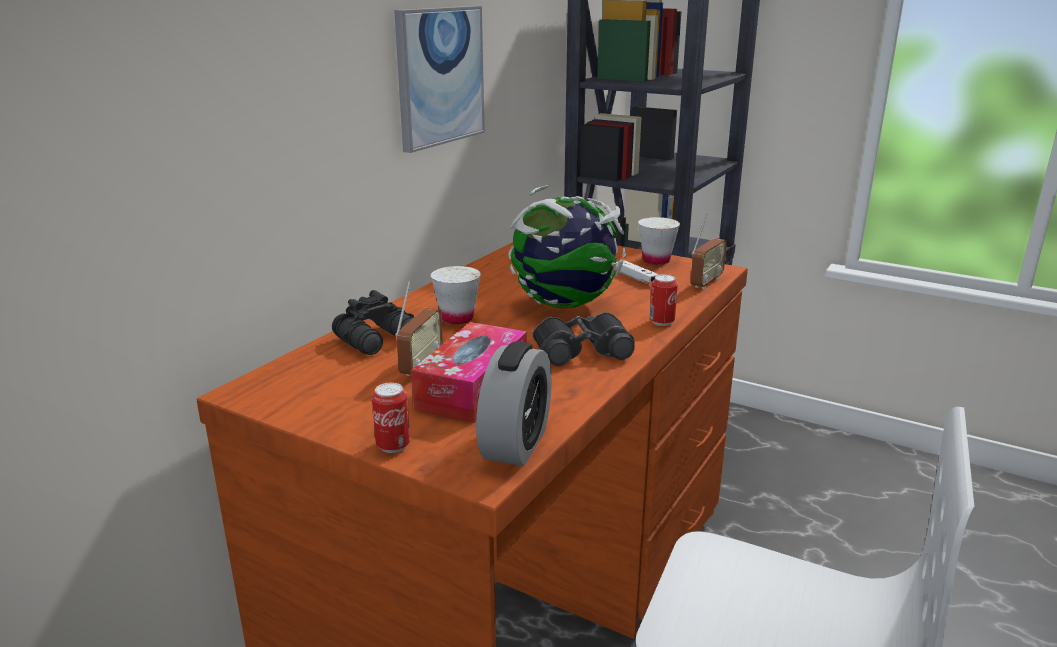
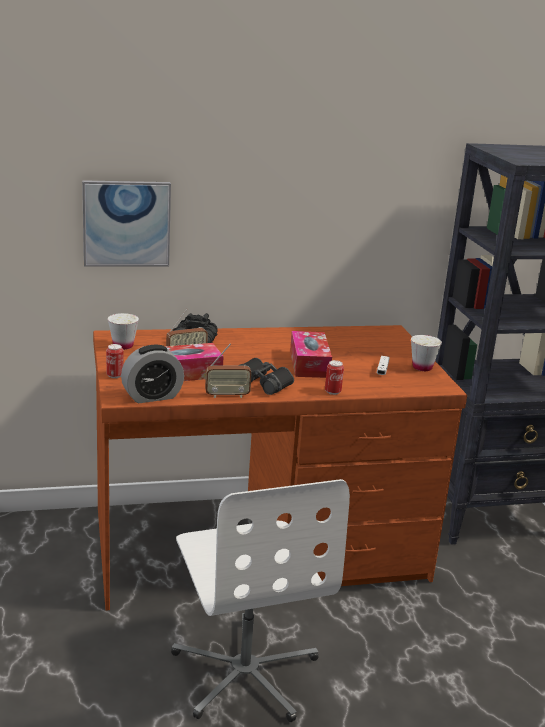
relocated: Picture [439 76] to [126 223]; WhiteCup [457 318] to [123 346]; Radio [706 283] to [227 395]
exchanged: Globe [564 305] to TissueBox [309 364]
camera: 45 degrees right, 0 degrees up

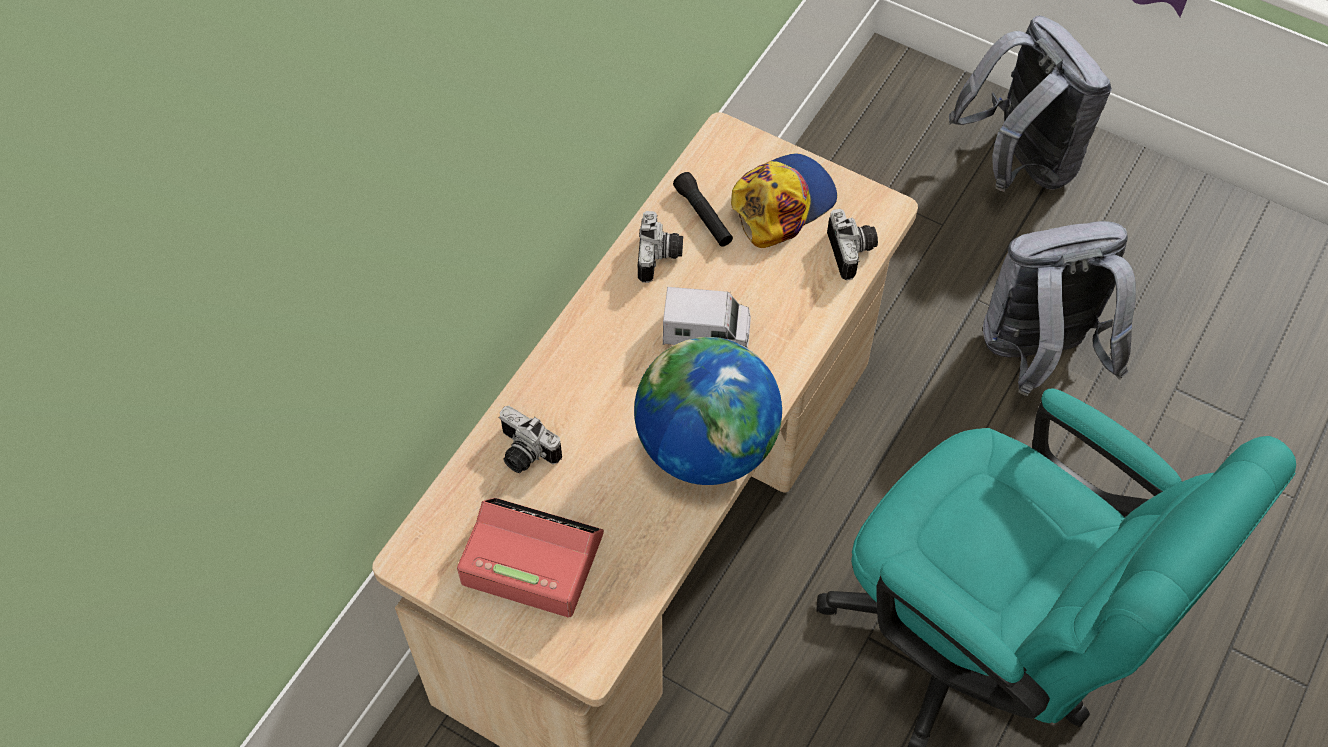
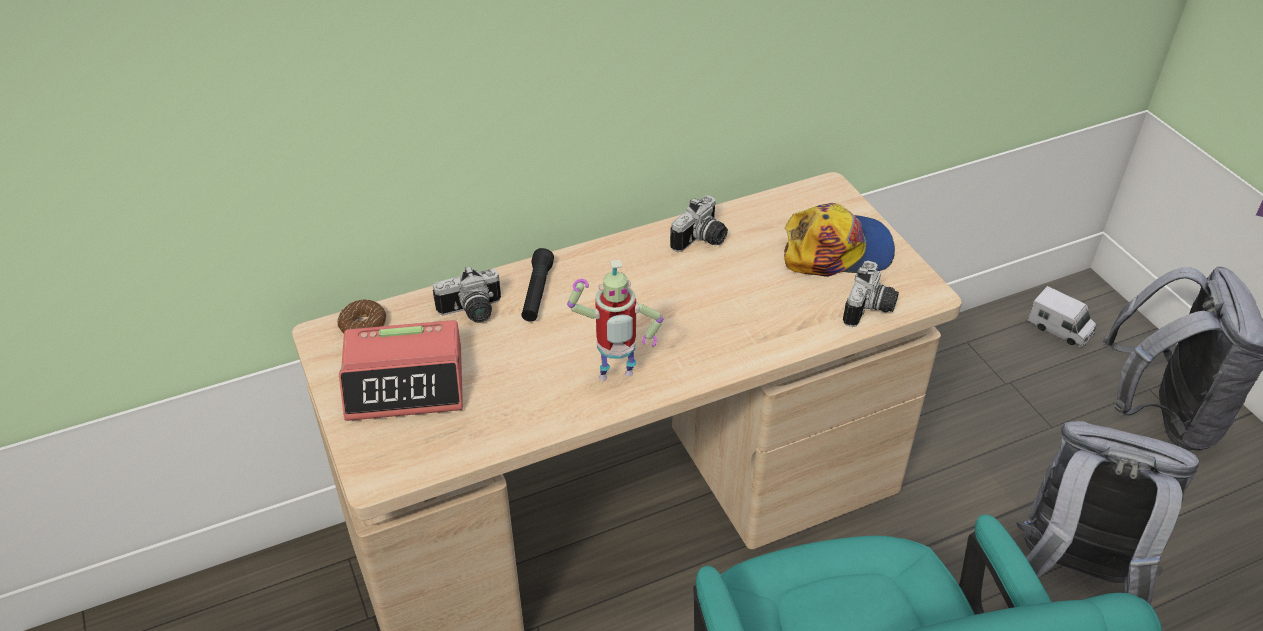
appeared: Donut [363 325]
relocated: ToyTruck [706 332] to [1059 329]; BlackFlashlight [703 216] to [537 293]
exchanged: Globe [705 446] to ToyRobot [616 379]
spun: AlarmClock [531 559] = [406 382] 120 degrees clockwise; PhotoCamera [523 453] = [472 312] 90 degrees counterclockwise
camera: 35 degrees right, 15 degrees down

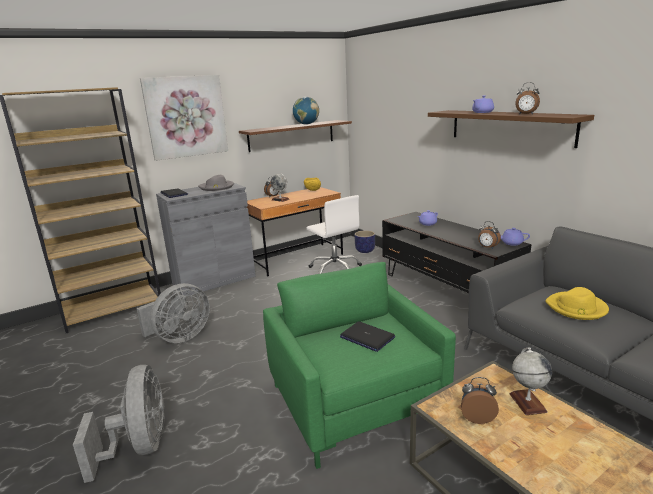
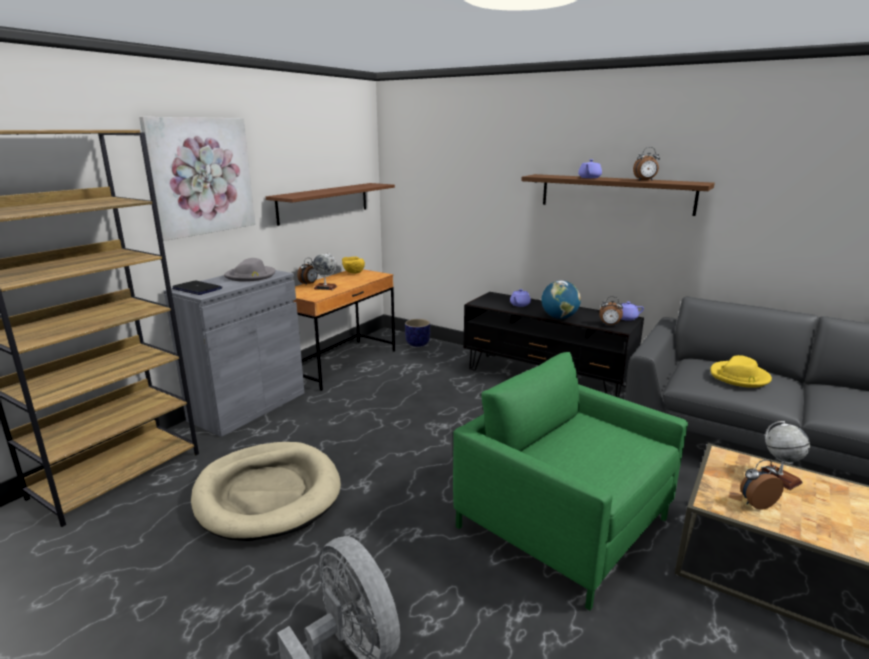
missing: WhiteOfficeChair [335 269]; Laptop [367 337]
relocated: Globe [306 124] to [559 317]
exchanged: GreyFan [179 337] to BeigeDogBed [267 494]
camera: 25 degrees left, 0 degrees up

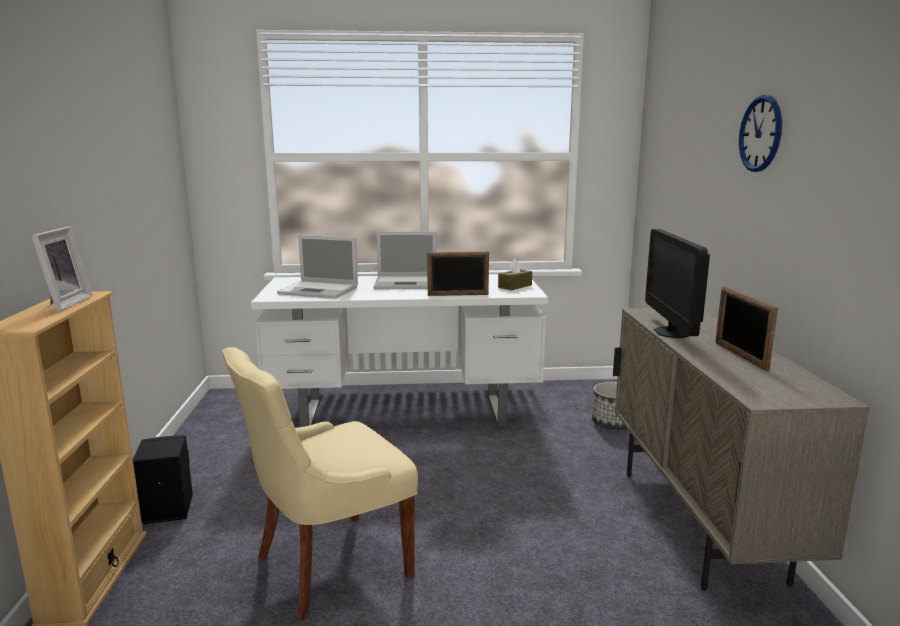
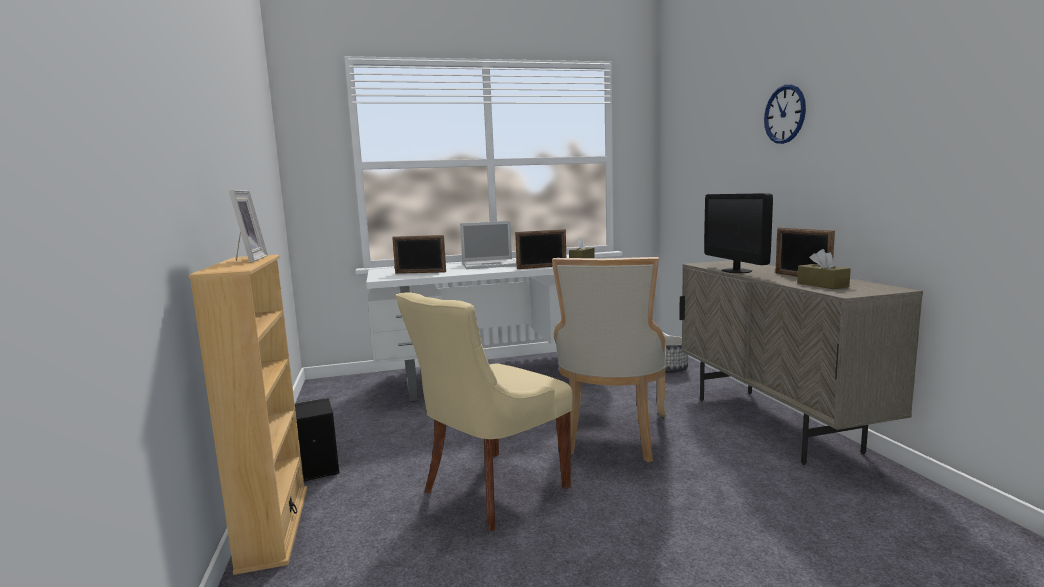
appeared: BeigeChair [612 436]; BrownTissueBox [822 285]
exchanged: Laptop [320 290] to PictureFrame [420 272]
camera: 10 degrees left, 5 degrees down

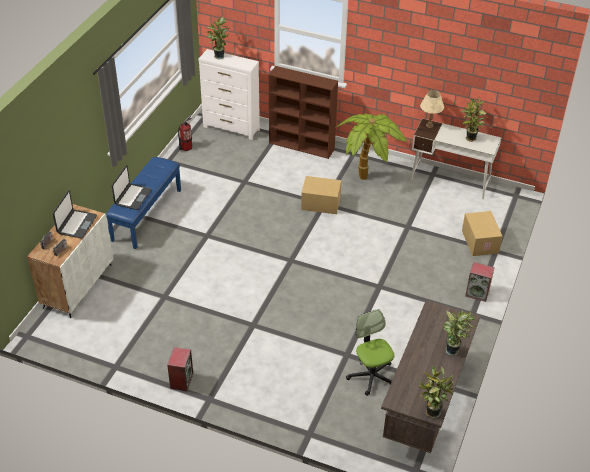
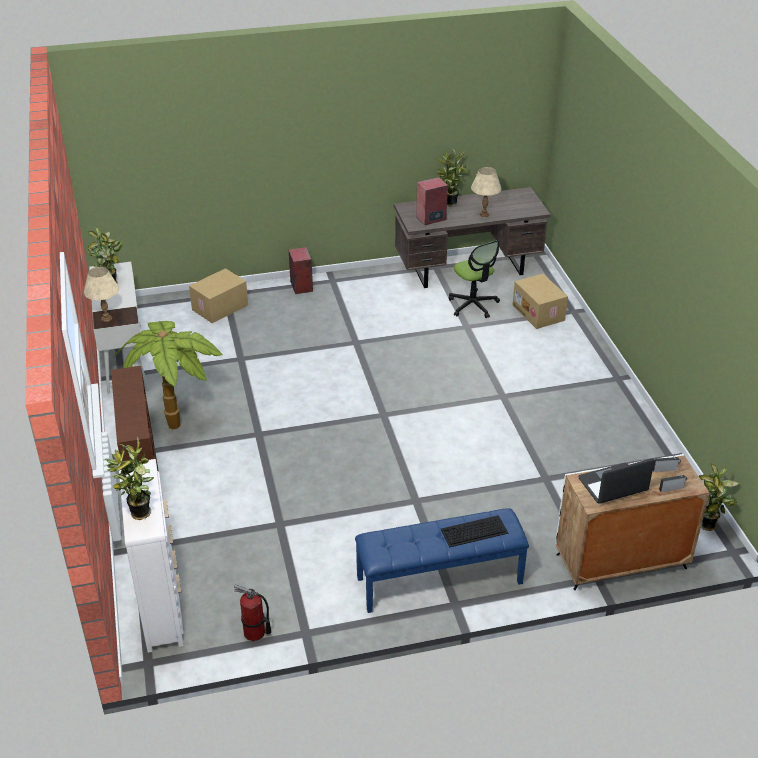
appeared: BeigeTableLamp [484 214]
relocated: Speaker [181 380] to [431 218]; CardboardBox [320 204] to [539 313]; PottedPlant [431 411] to [707 526]
exchanged: Laptop [132 197] to Keyboard [473 531]
spun: OfficeChair [371 376] = [473 305] 60 degrees counterclockwise
camera: 125 degrees left, 5 degrees down

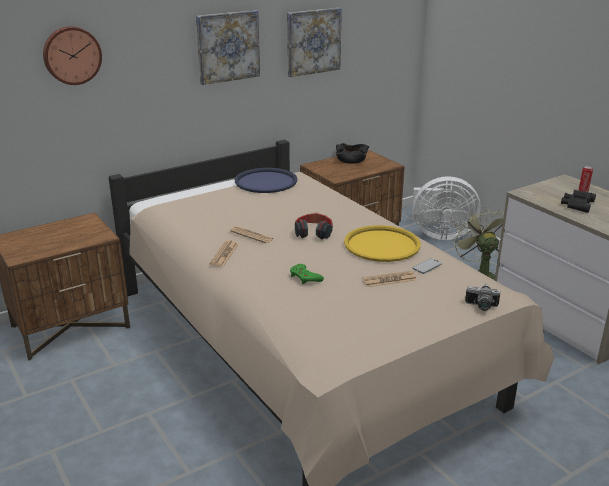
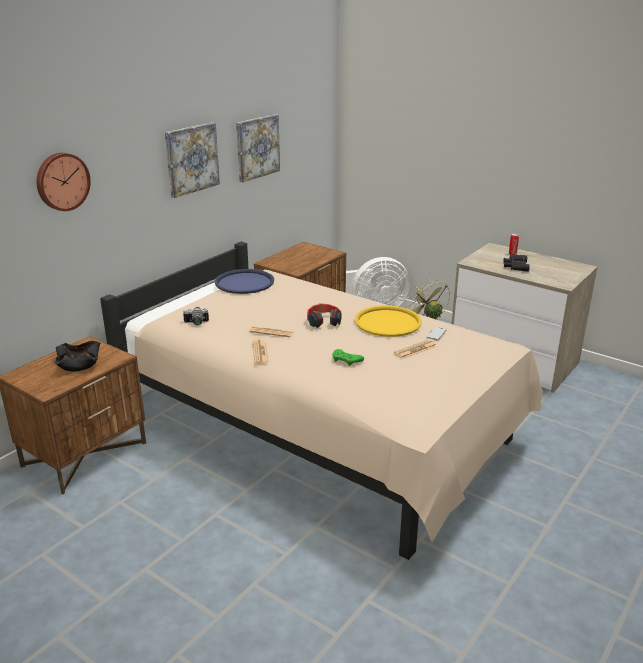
relocated: BlackBowl [351 159] to [78 364]; PhotoCamera [481 307] to [196 323]
camera: 20 degrees left, 0 degrees up

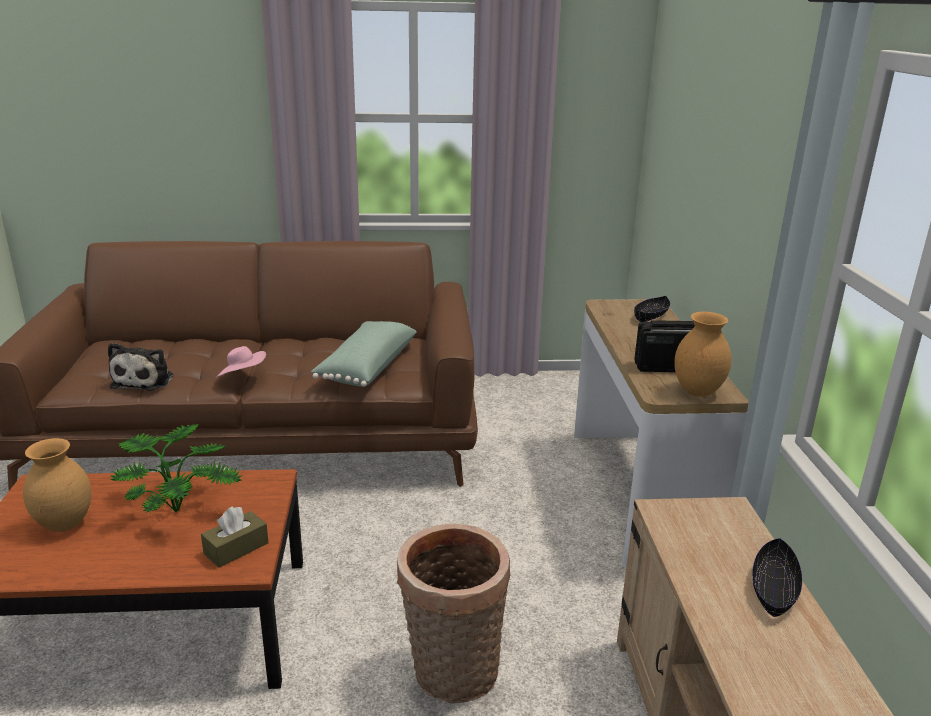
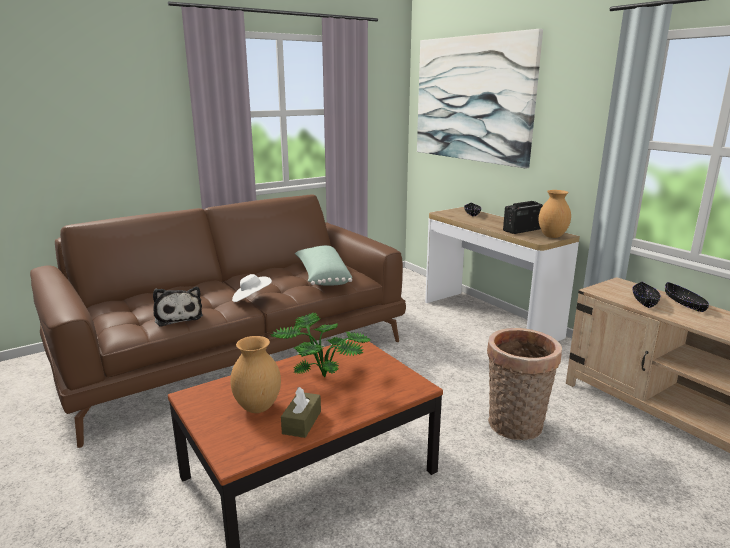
appeared: Picture [472 99]; BlackBowl [644 300]
relocated: BrownTissueBox [236 548] to [302 422]
colour: PinkHat [242 377] to WhiteHat [251 298]
camera: 30 degrees left, 5 degrees down

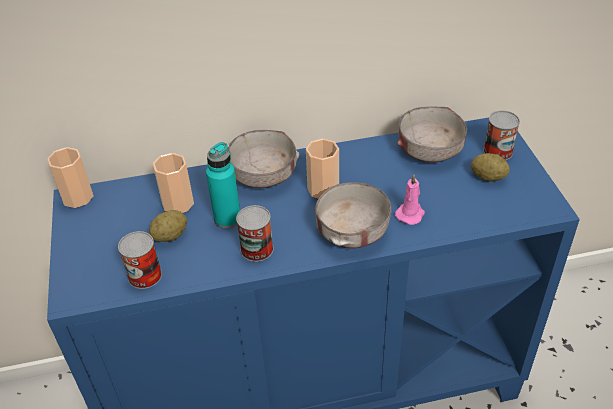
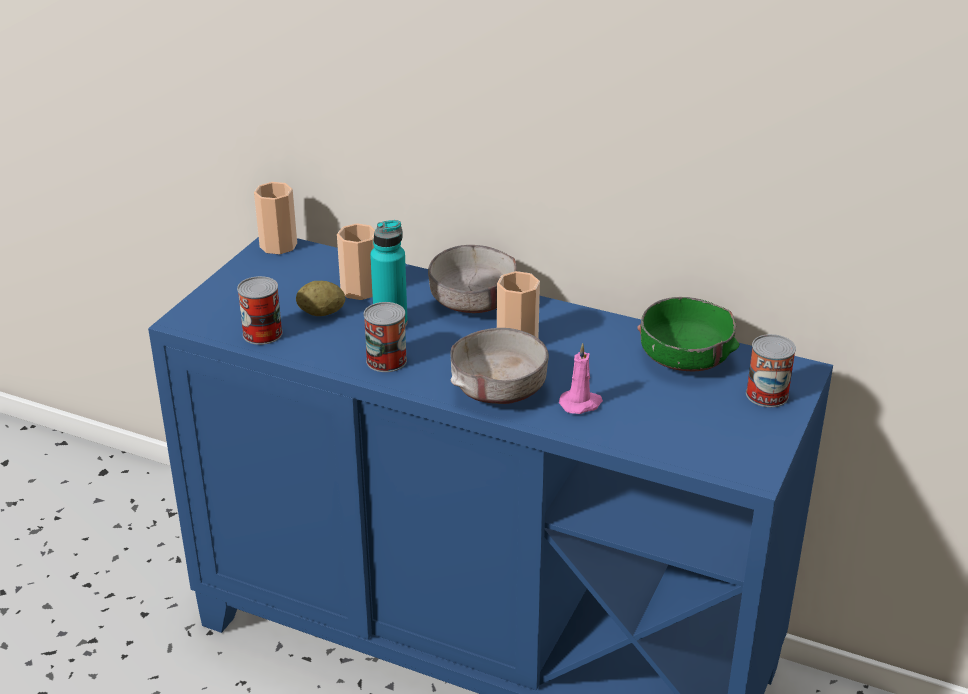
missing: Potato [488 177]
colour: GreyBowl [429 150] to GreenBowl [684 358]
camera: 35 degrees right, 10 degrees down

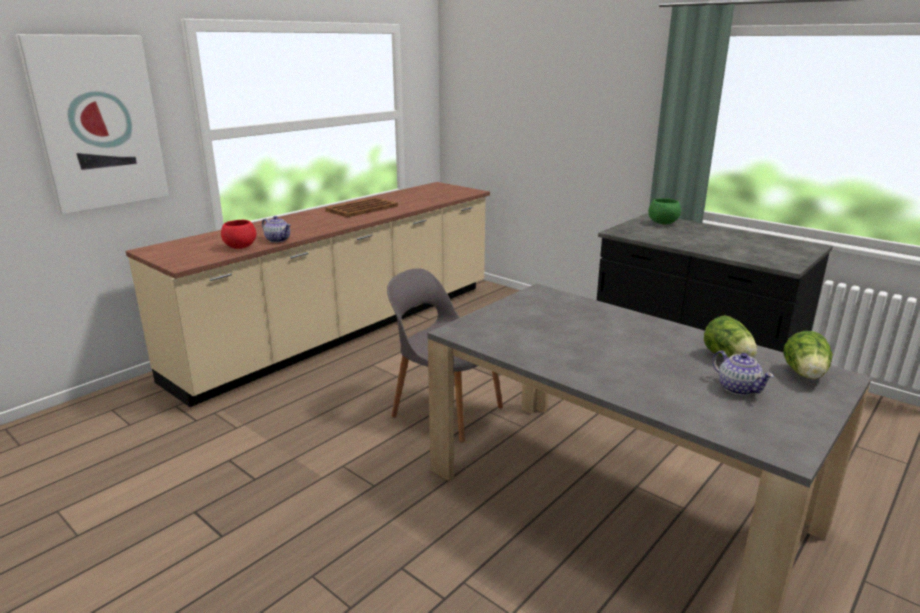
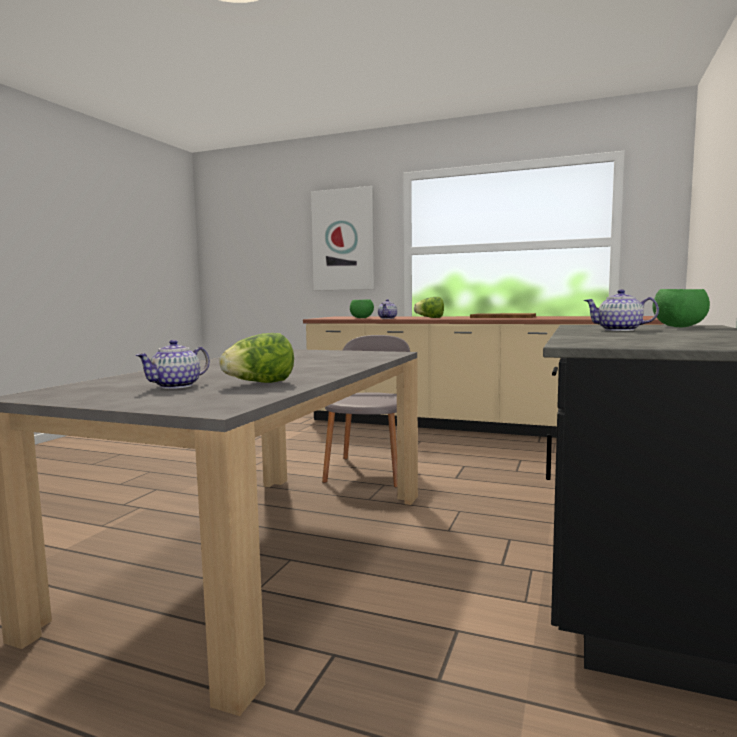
appeared: Teapot [620 330]
relocated: Lettuce [805 375] to [430 318]
colour: RedBowl [241 247] to GreenBowl [362 318]
camera: 70 degrees right, 15 degrees down

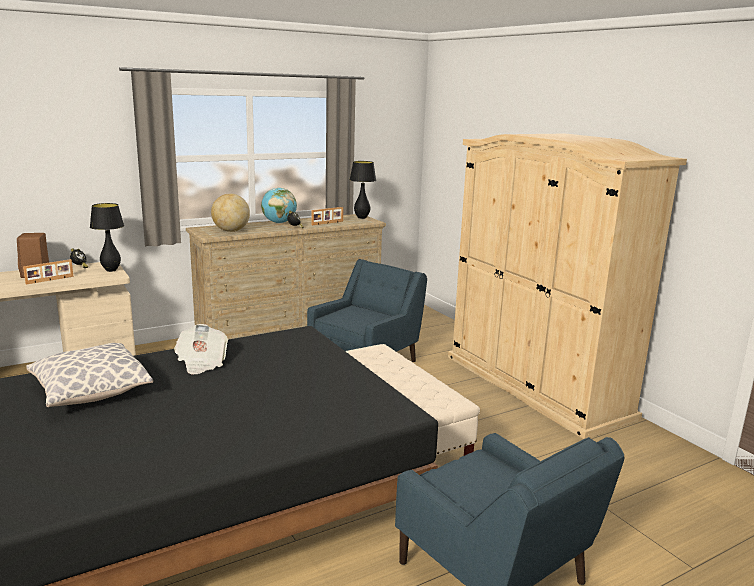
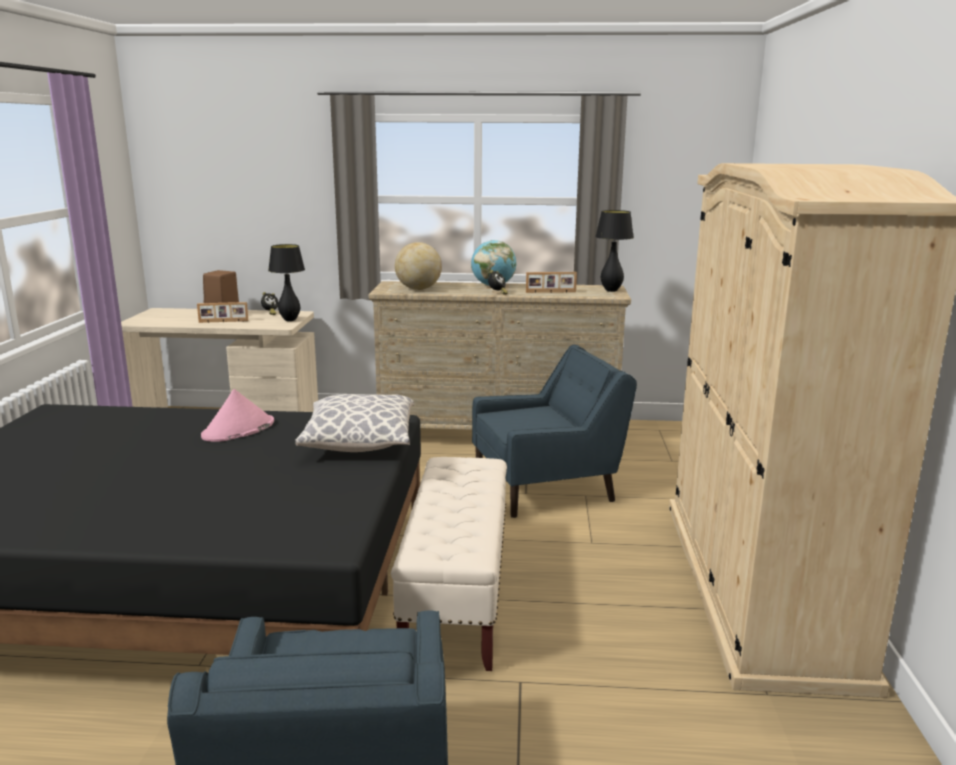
relocated: Pillow [91 392] to [359 443]
exchanged: Newspaper [201 363] to PinkHat [238 430]
camera: 35 degrees right, 0 degrees up

